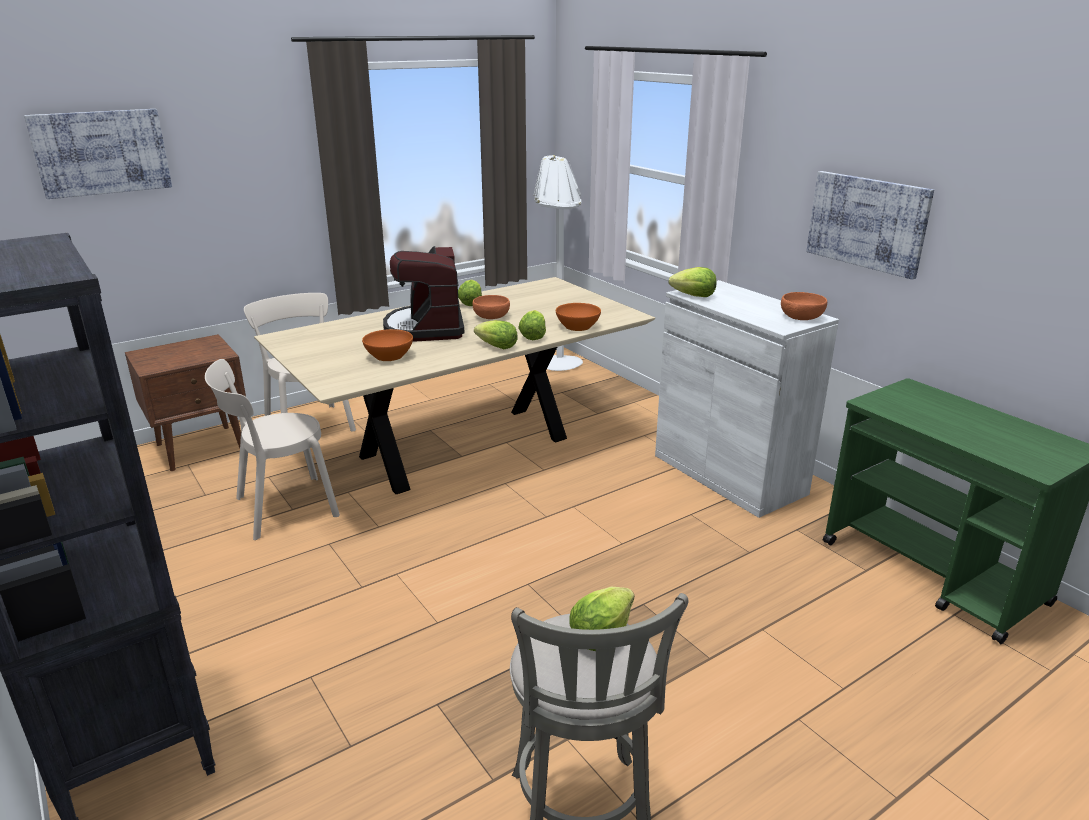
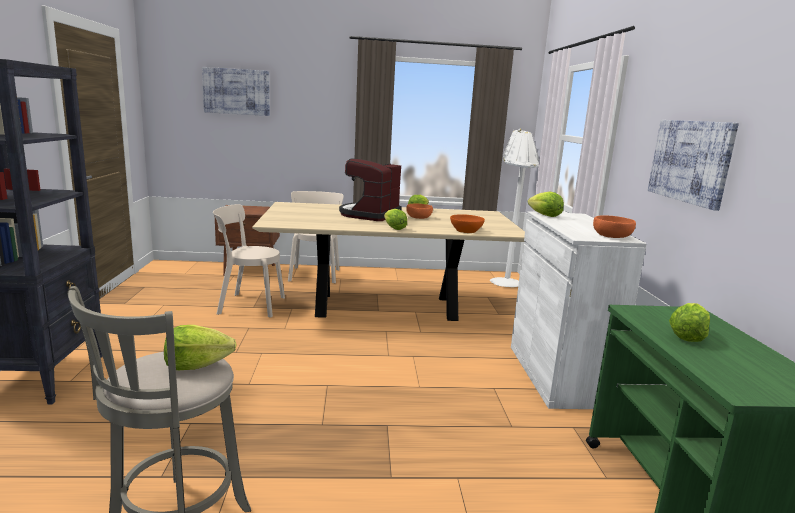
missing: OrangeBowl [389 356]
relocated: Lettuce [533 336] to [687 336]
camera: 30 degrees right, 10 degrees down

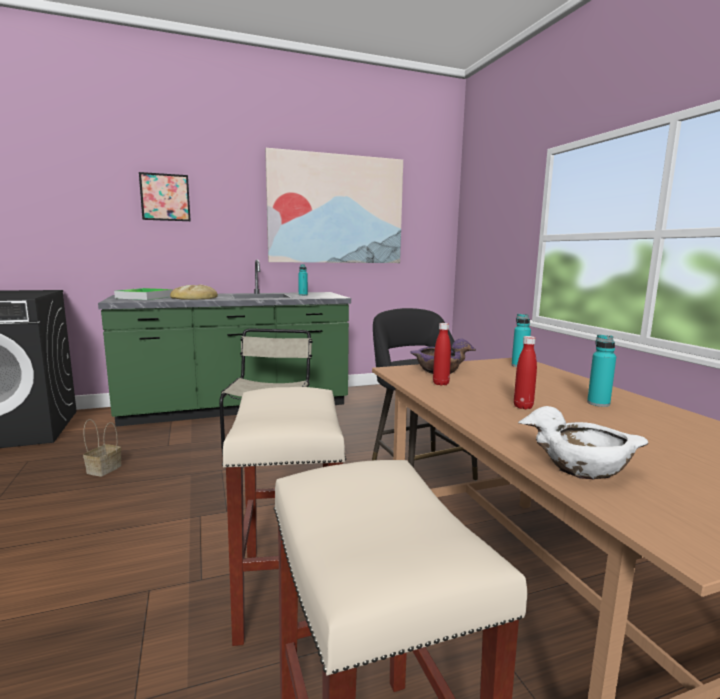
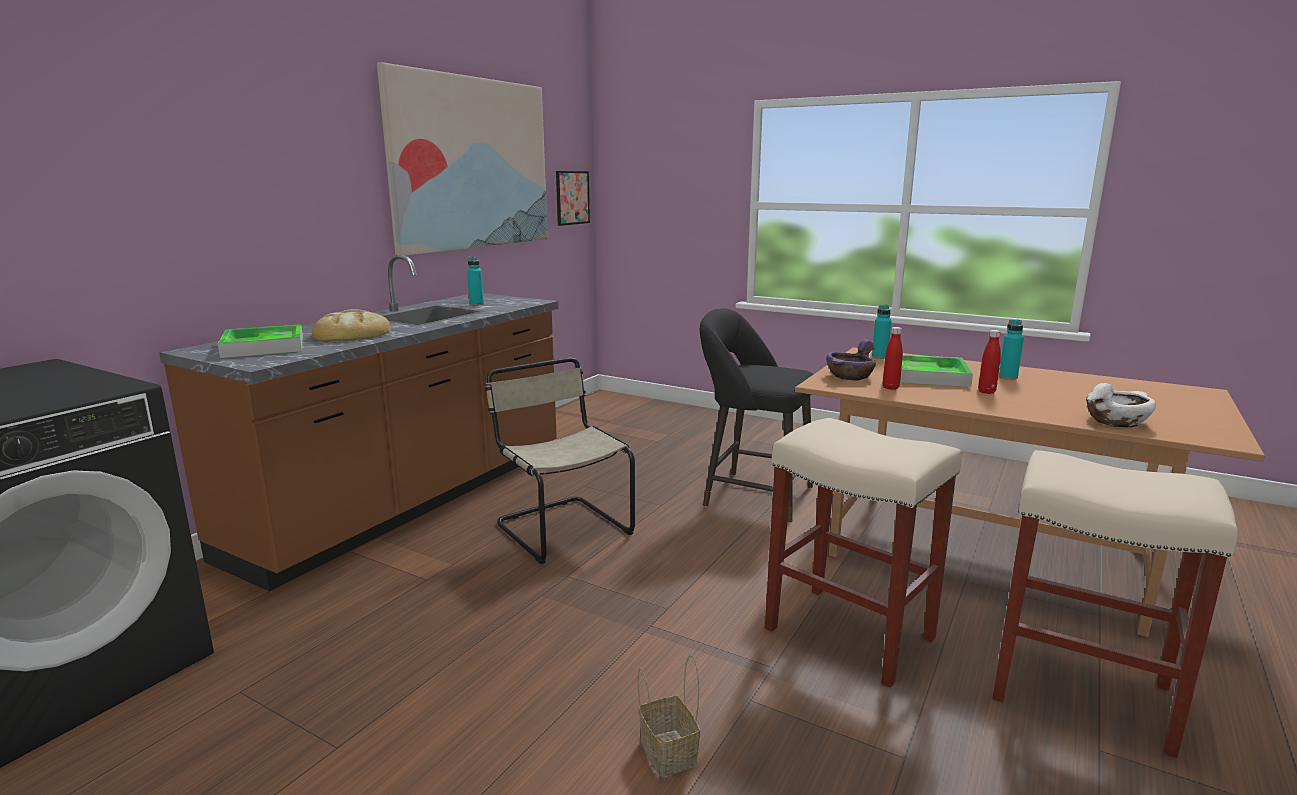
appeared: Tray [930 376]
relocated: Basket [104 469] to [666 751]; Picture [165 197] to [572 197]
colour: GreenCounter [237 408] to BrownCounter [410 501]
camera: 40 degrees left, 5 degrees up

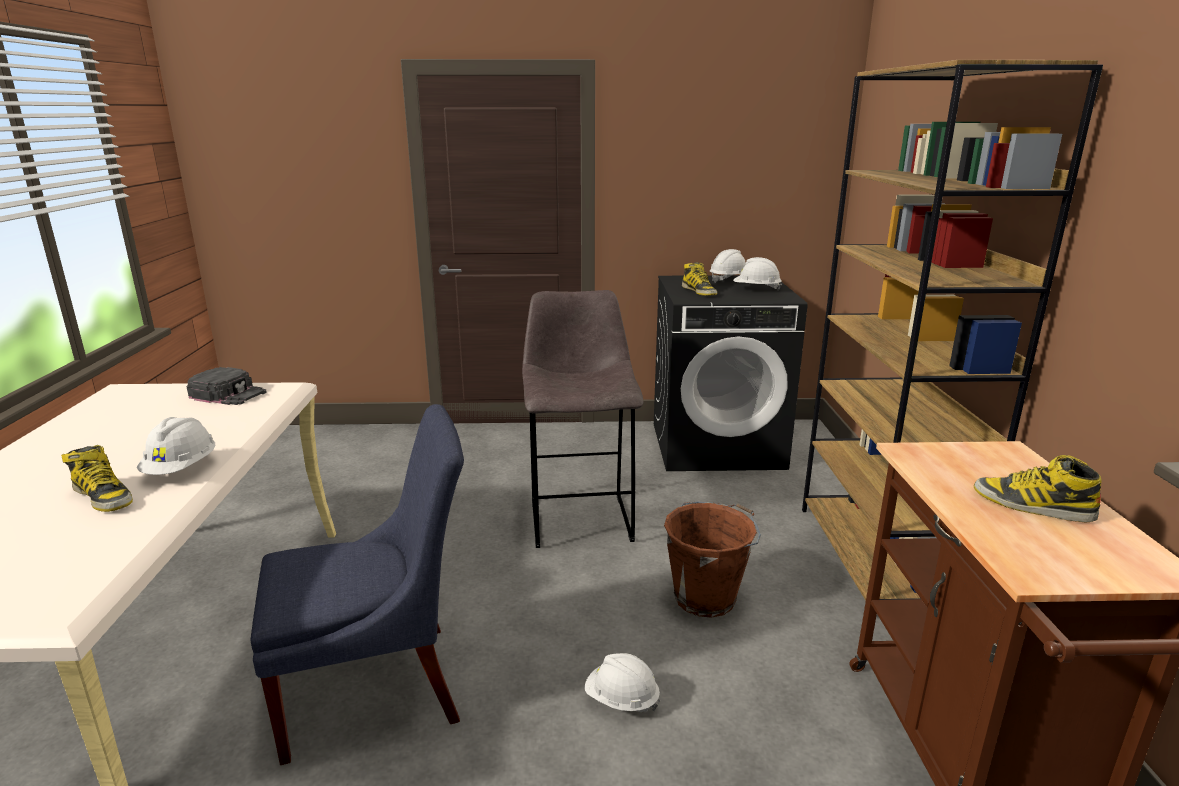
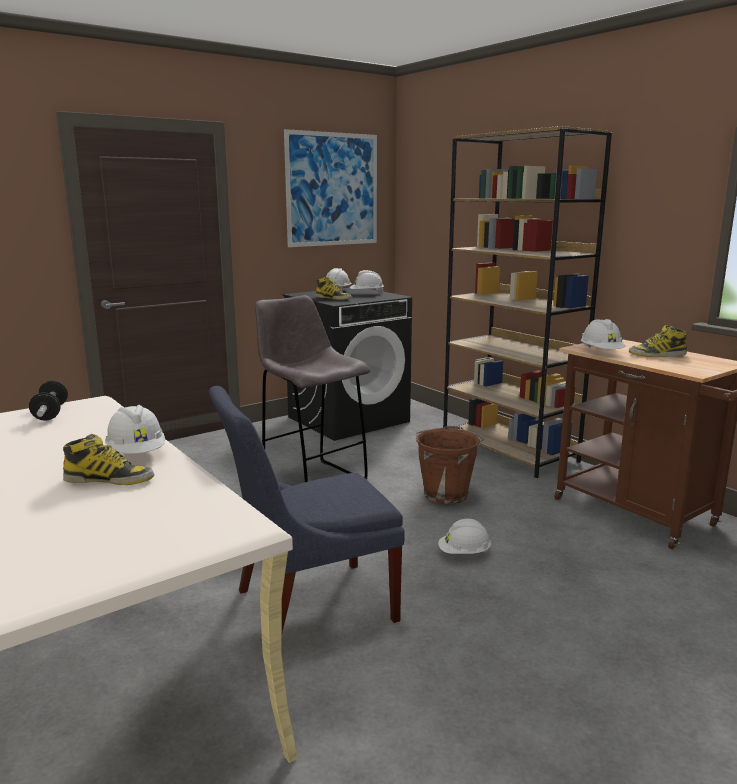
appeared: Picture [332 189]; WhiteHardHat [601 352]
exchanged: BlackCap [229 394] to Dumbbell [50 413]
spun: BlueChair [380 688] = [308 606] 150 degrees counterclockwise
camera: 35 degrees left, 5 degrees down

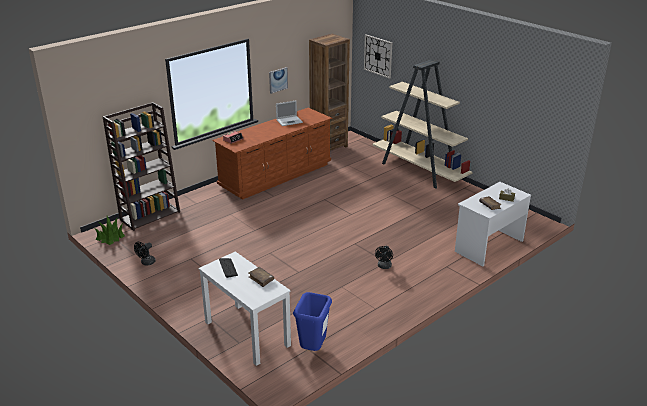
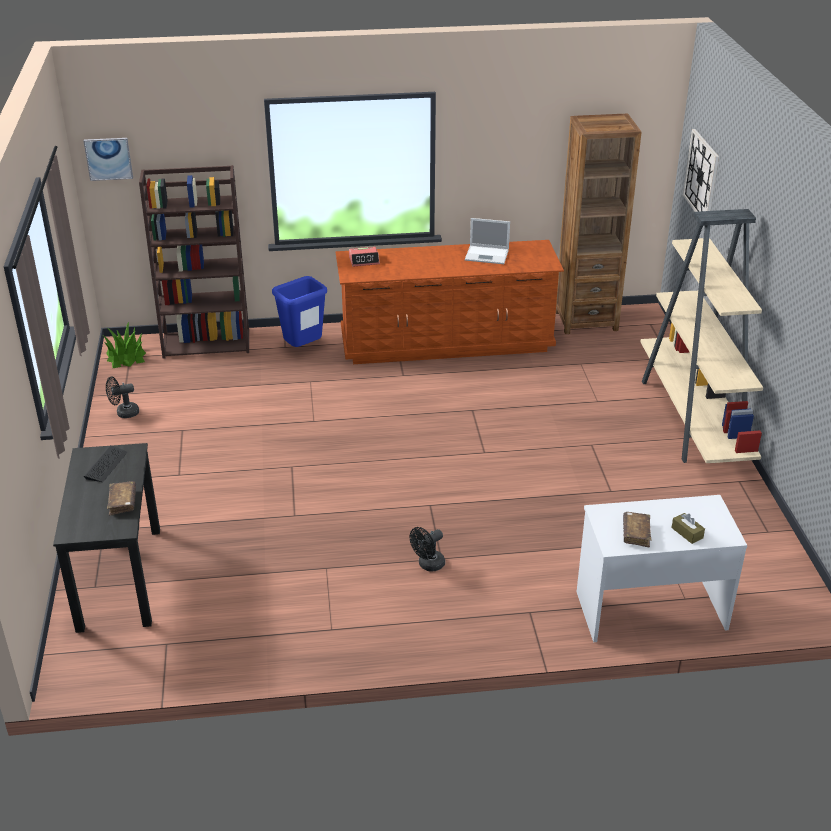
relocated: Picture [278 80] to [108 158]; BlueTrashCan [313 349] to [303 349]
colour: WhiteDesk [246 333] to BlackDesk [120 577]
camera: 35 degrees right, 5 degrees up

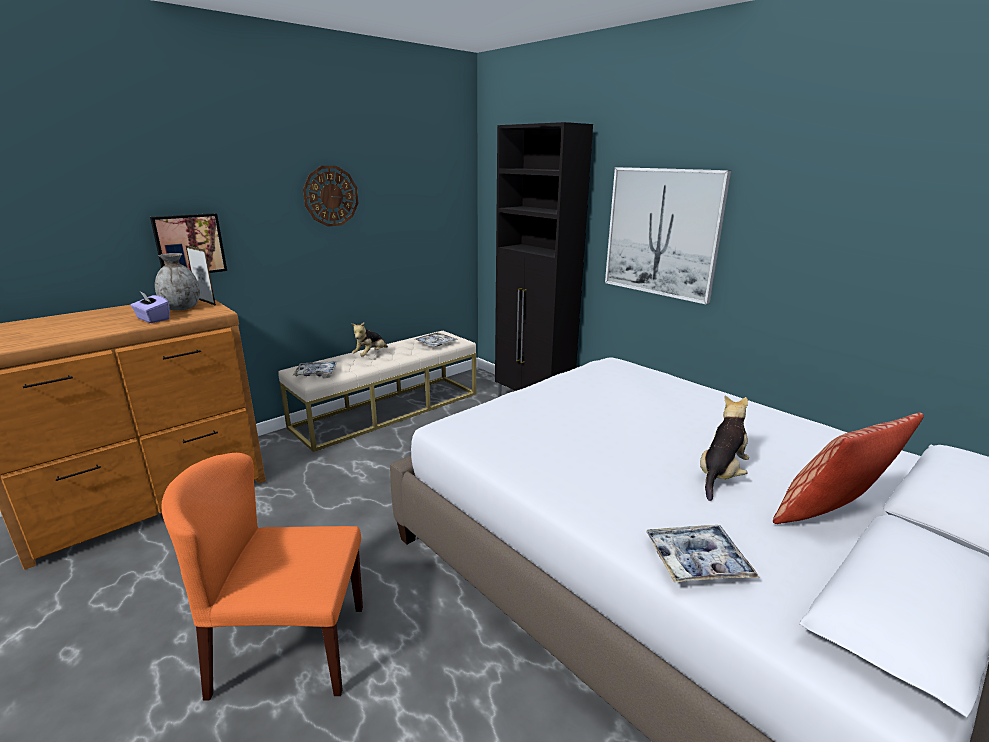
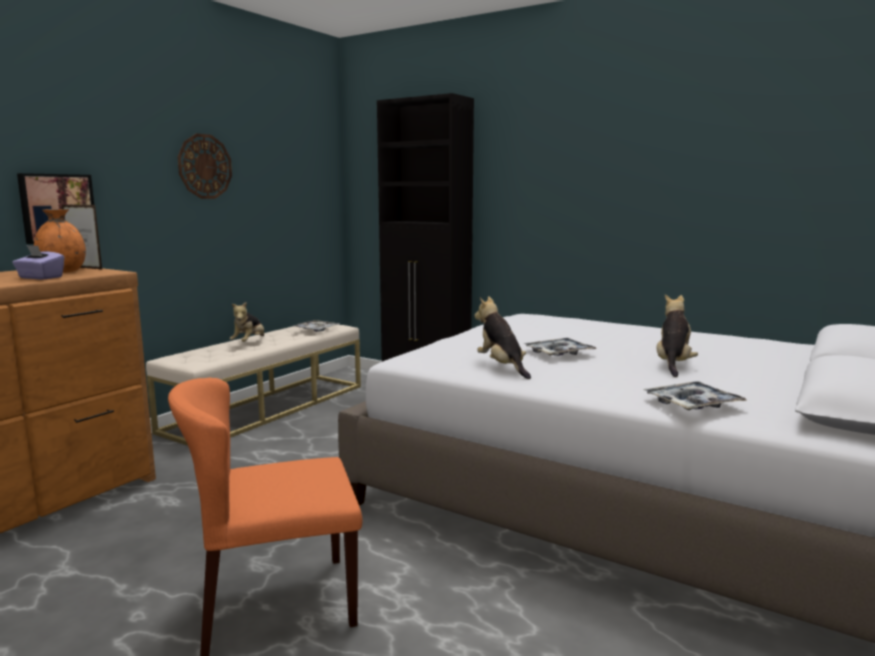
missing: Picture [662 233]; Pillow [829 517]
appeared: PlushToy [502 367]
relocated: Tray [316 373] to [558 353]
colour: GreyVase [182 308] to OrangeVase [63 272]
camera: 15 degrees left, 10 degrees down

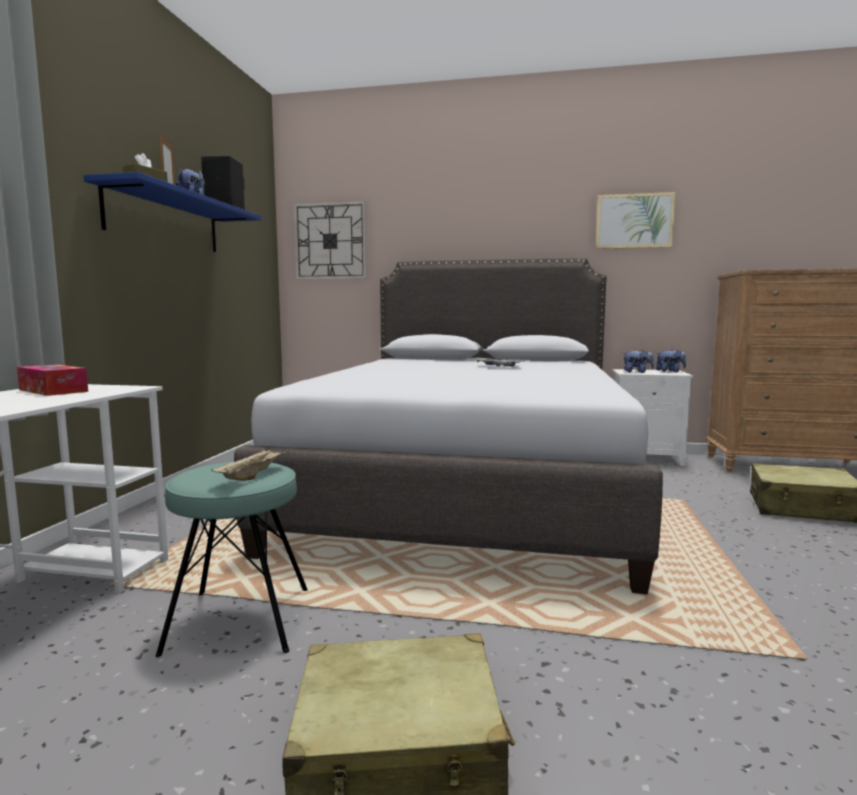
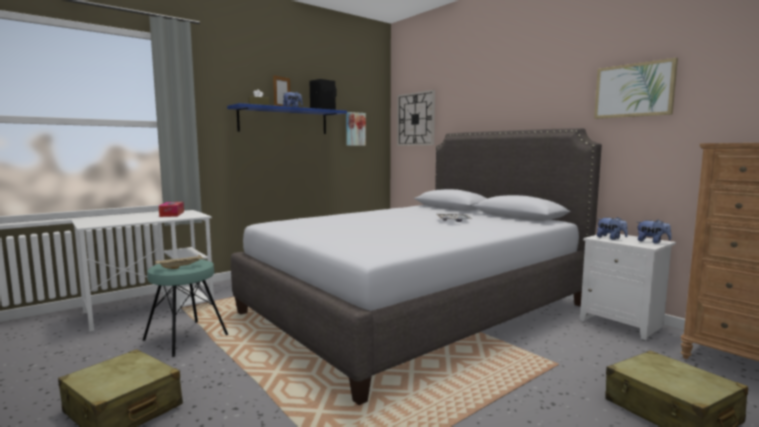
appeared: Picture [355 129]
camera: 40 degrees right, 0 degrees up

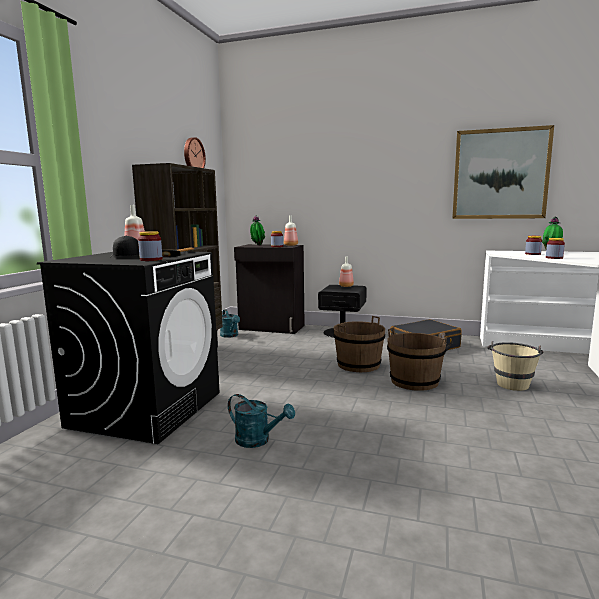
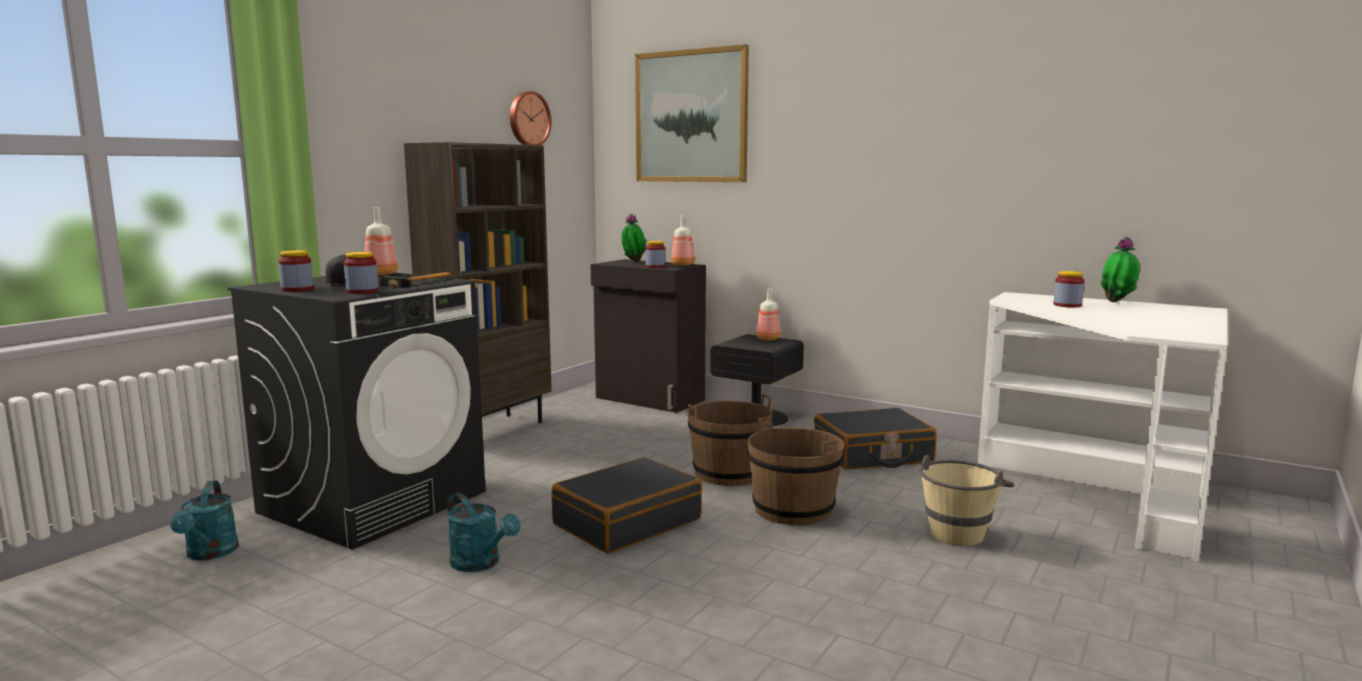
appeared: BlackSuitcase [627 522]
relocated: TurquoiseWateringCan [230 336] to [209 554]; Picture [500 174] to [691 116]; Jar [554 258] to [297 289]
camera: 15 degrees right, 0 degrees up

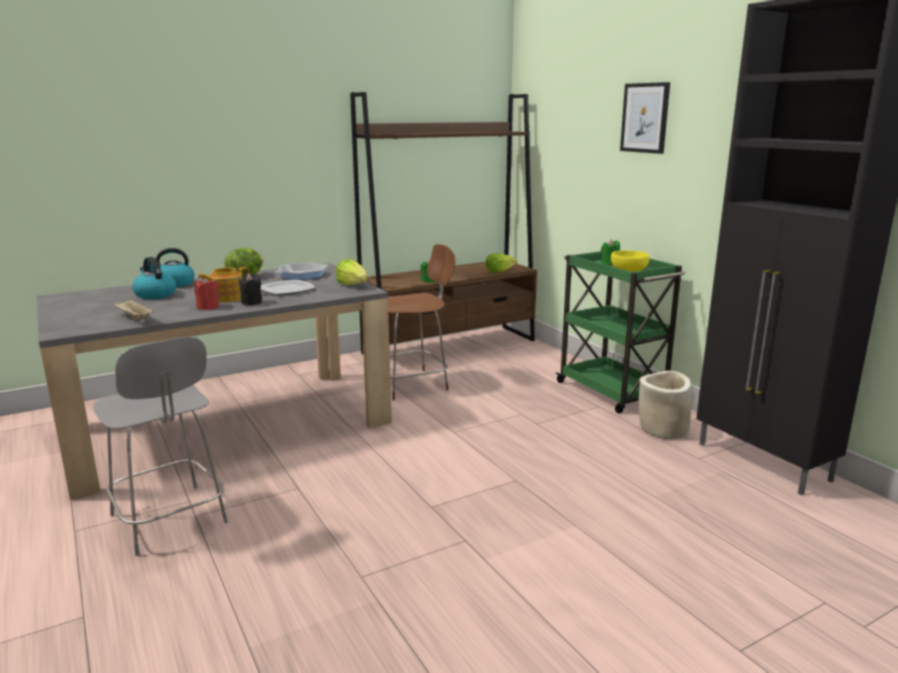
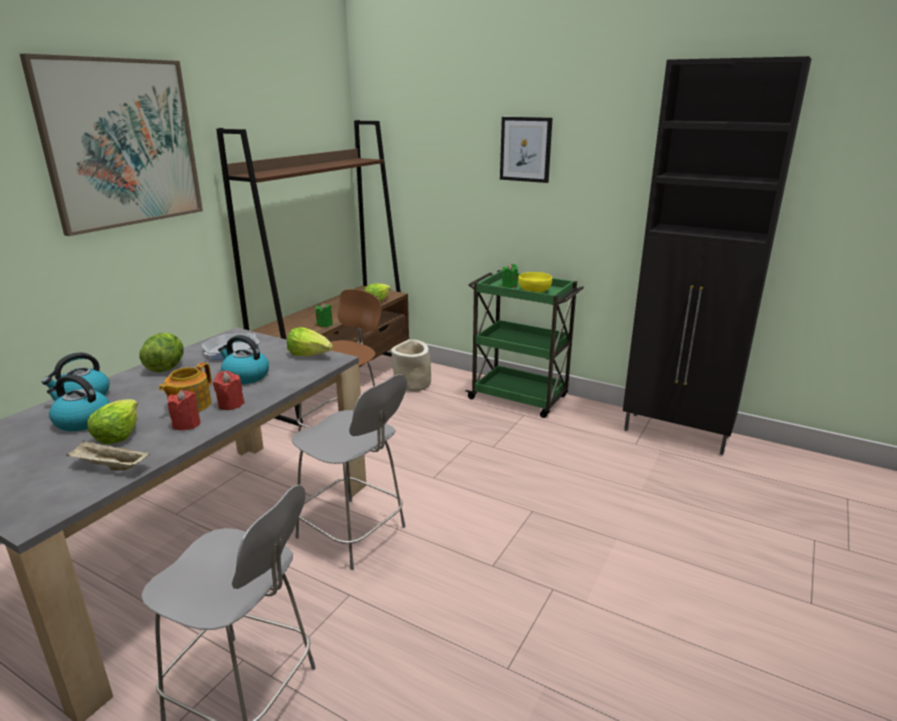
appeared: Picture [122 143]; Lettuce [118 434]; GreyChair [354 534]
relocated: BeigePlanter [663 429] to [412 384]
exchanged: Plate [287 290] to Kettle [245 376]
colour: BlackCandle [252 302] to RedCandle [230 404]
camera: 30 degrees left, 5 degrees up

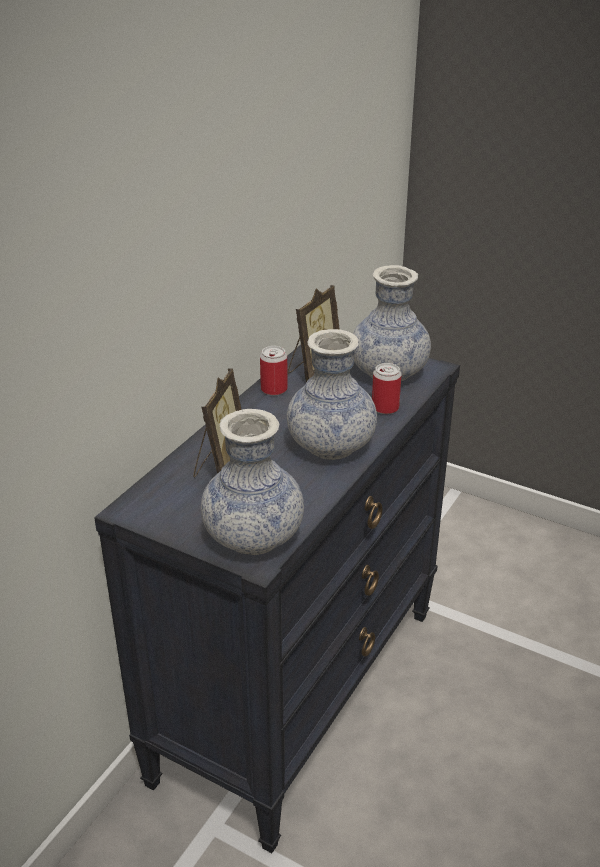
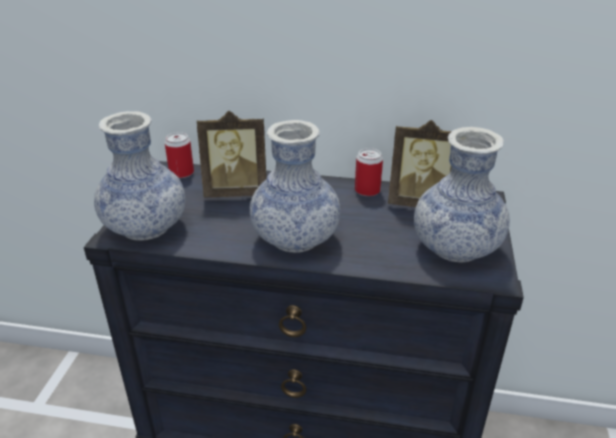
relocated: Can [385 408] to [181 173]
camera: 70 degrees right, 0 degrees up

